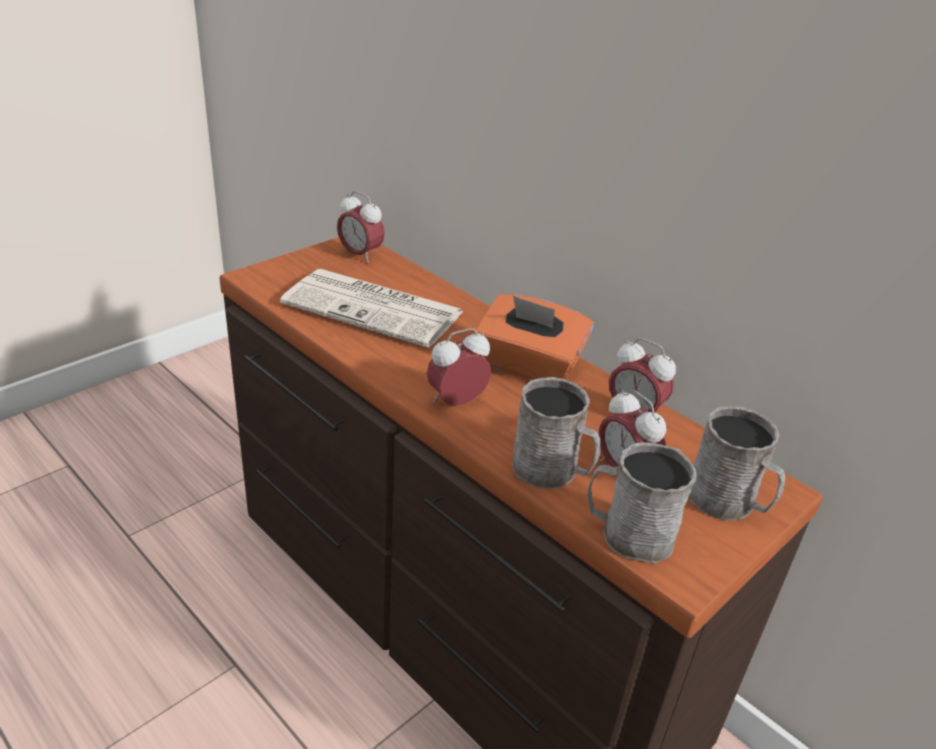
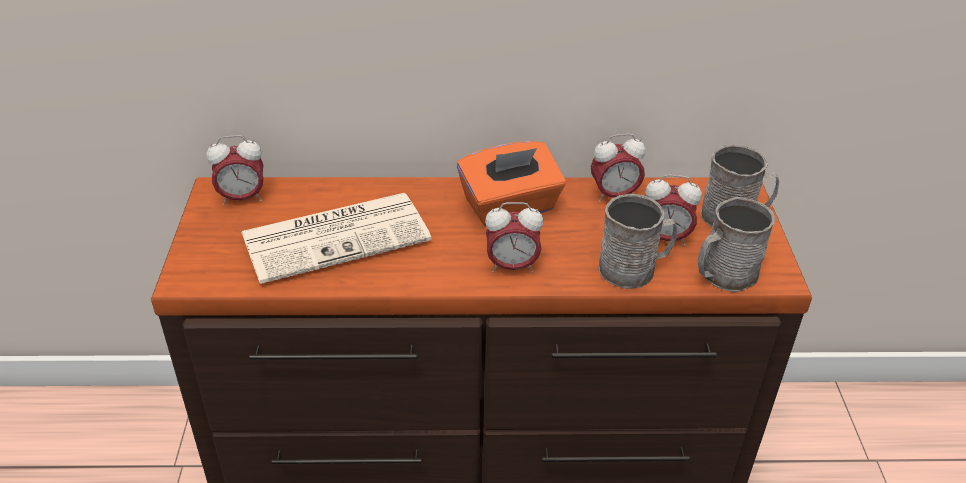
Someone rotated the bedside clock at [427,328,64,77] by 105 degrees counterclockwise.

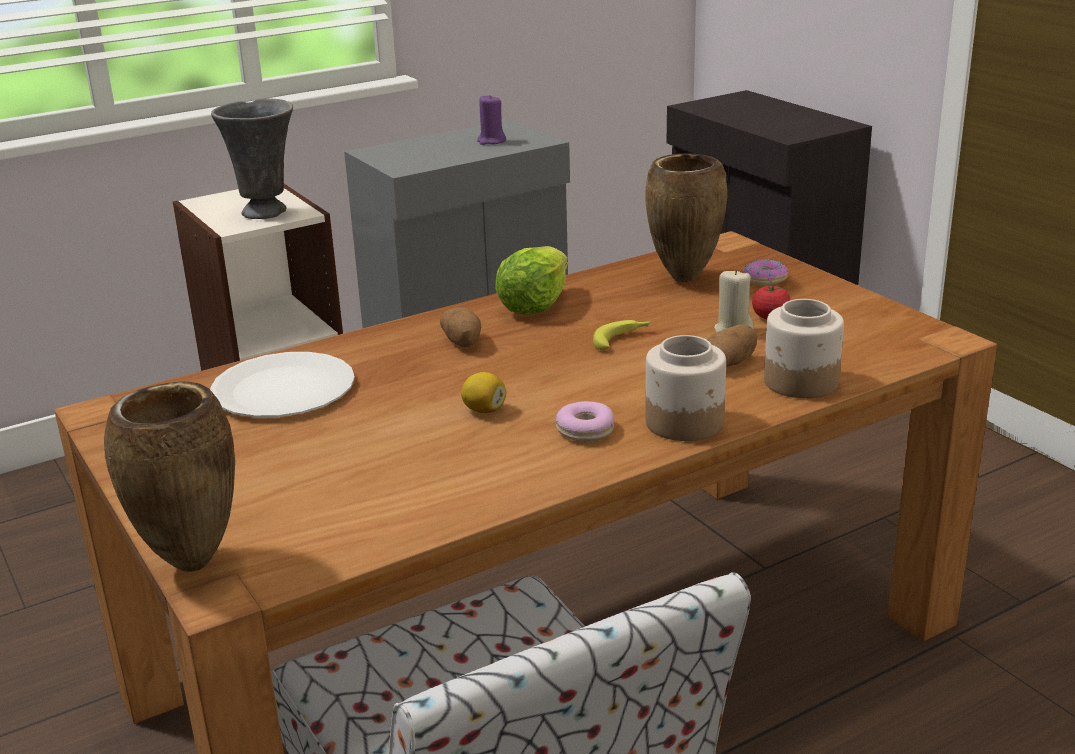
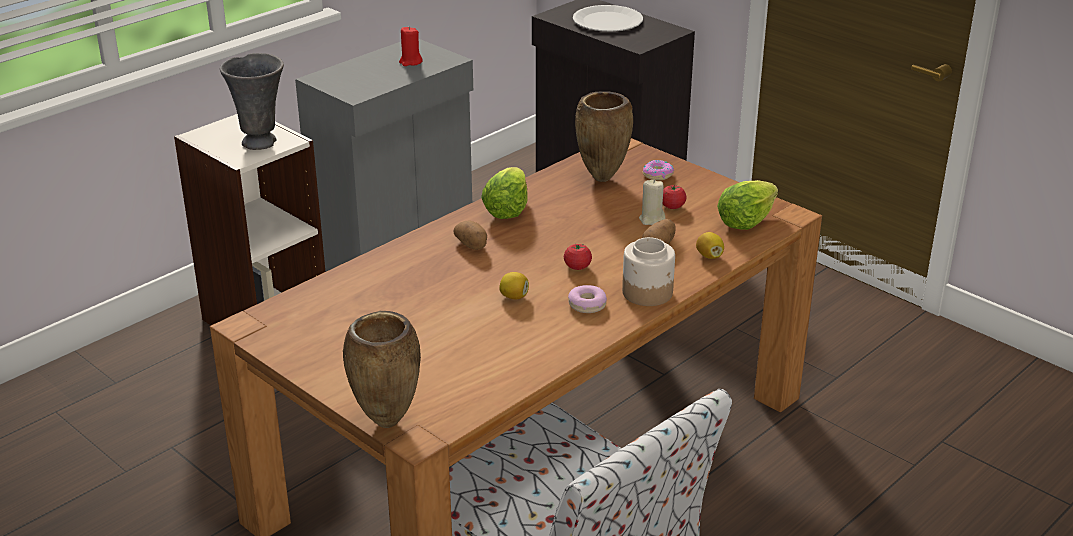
Someone repainted the purple wax light at [477,94,29,51], which became the red-coloured wax light at [399,27,24,39].
Someone swapped the jar at [764,299,80,99] for the citrus fruit at [696,232,28,27].
Someone took away the banana at [593,320,57,30].
Someone carried the whitish plate from [210,352,145,65] to [573,5,70,26].
Someone put down the lettuce head at [717,180,61,50].
Someone put down the tomato at [564,244,28,26].

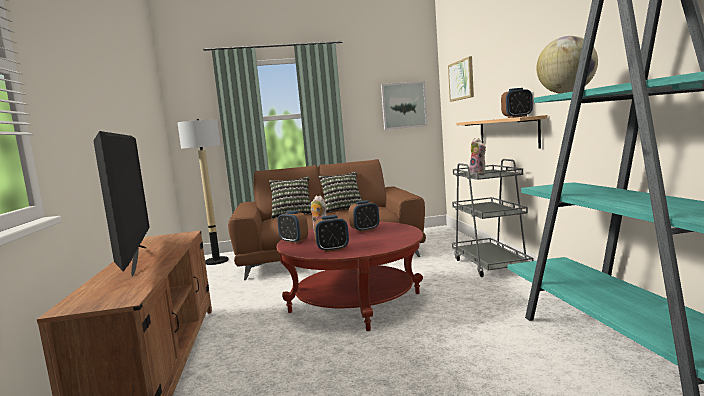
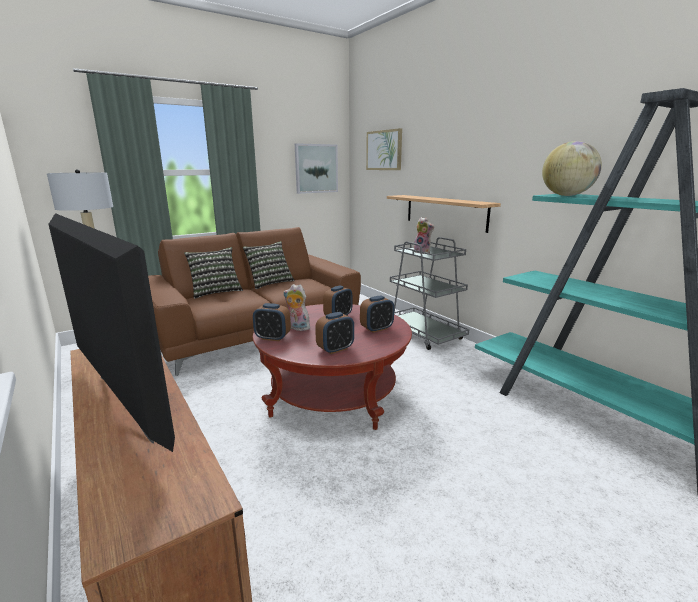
Someone carried the bedside clock from [501,88,32,30] to [360,295,34,38].

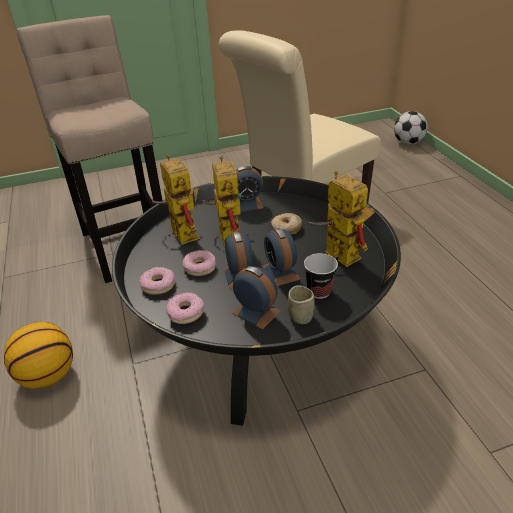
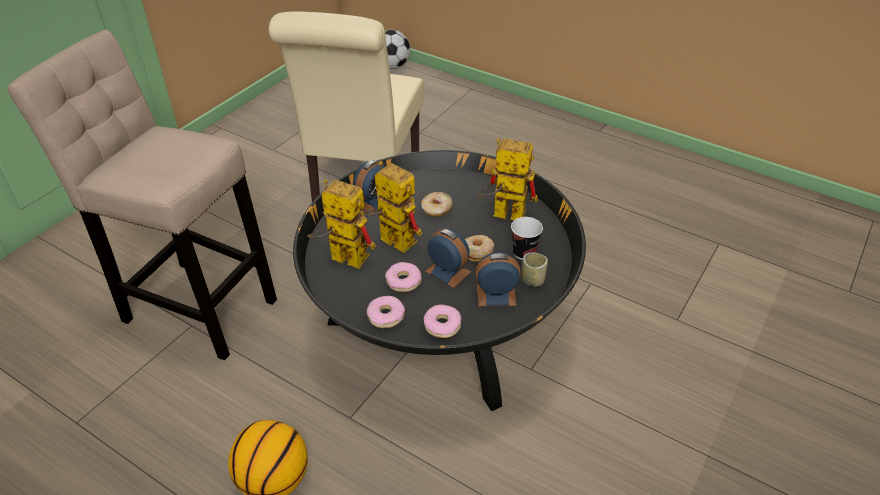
Someone swapped the bedside clock at [261,228,40,58] for the doughnut at [465,235,29,27].

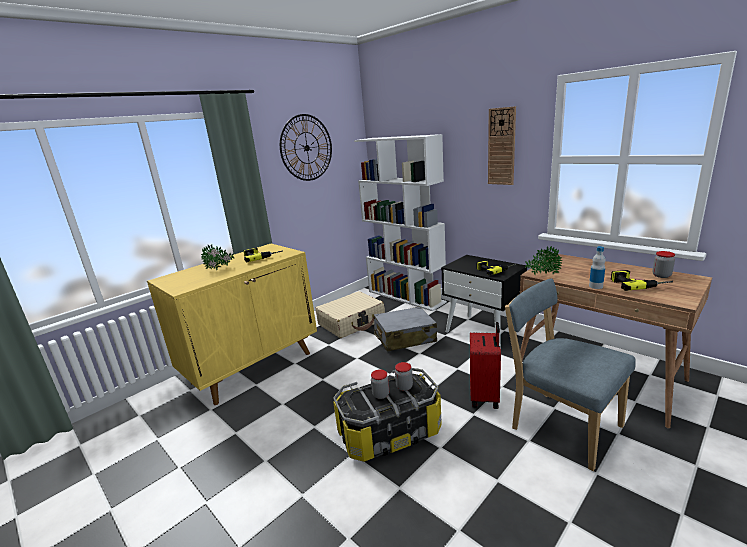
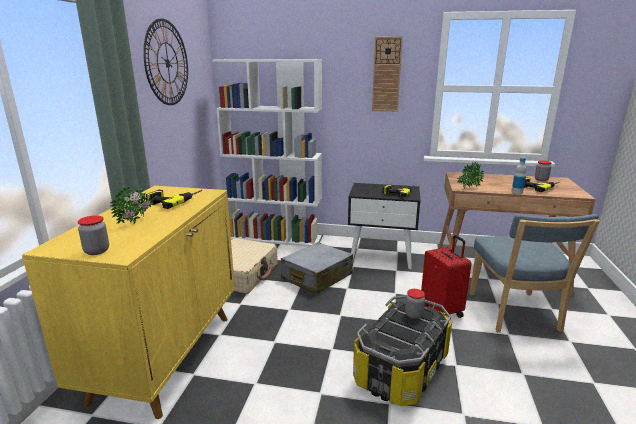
Someone rotated the bluish chair at [505,278,131,193] by 105 degrees counterclockwise.
Someone carried the jar from [371,370,18,29] to [78,215,31,40].

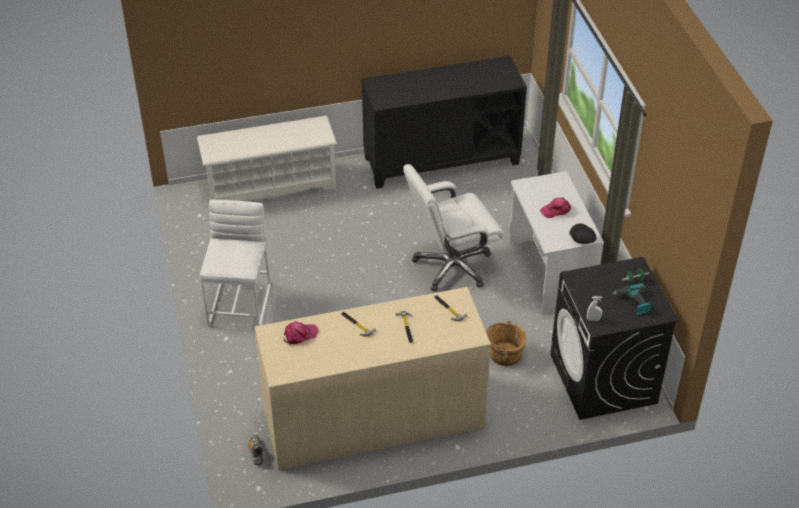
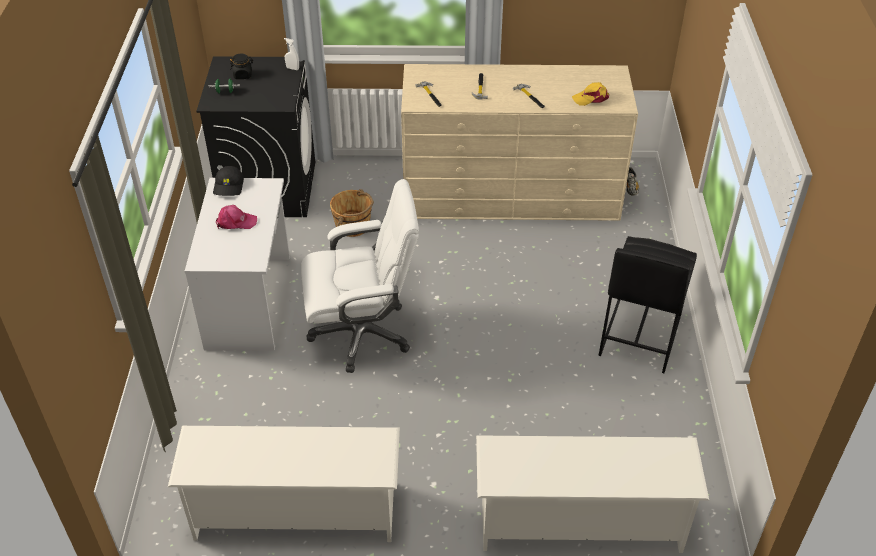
Someone swapped the blackish cupboard at [362,56,165,133] for the whitish shoe stand at [168,426,232,116].
Someone repainted the whitish stool at [200,200,71,127], which became the blackish stool at [598,236,99,137].
Someone swapped the drill at [612,283,40,32] for the blackish jar at [230,54,23,25].
Someone repainted the pink peaked cap at [284,321,34,25], which became the yellow peaked cap at [572,82,37,24].

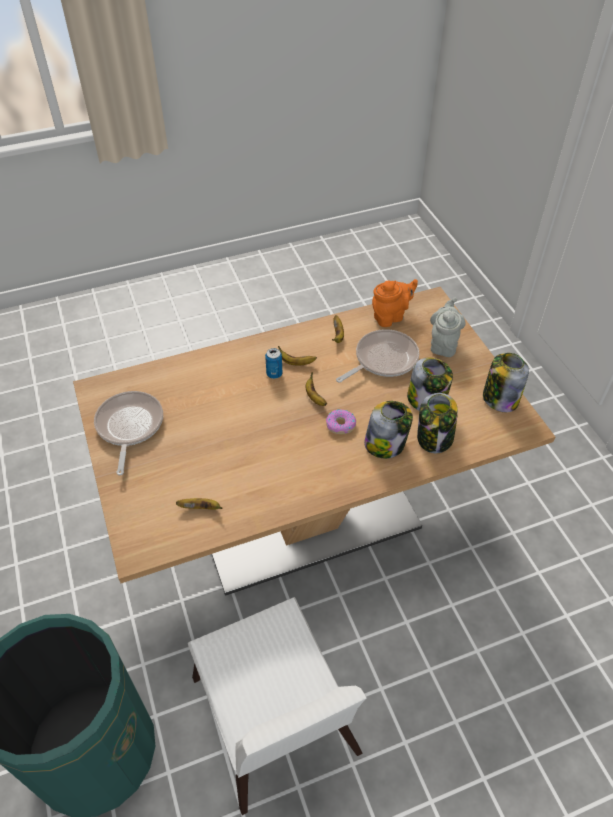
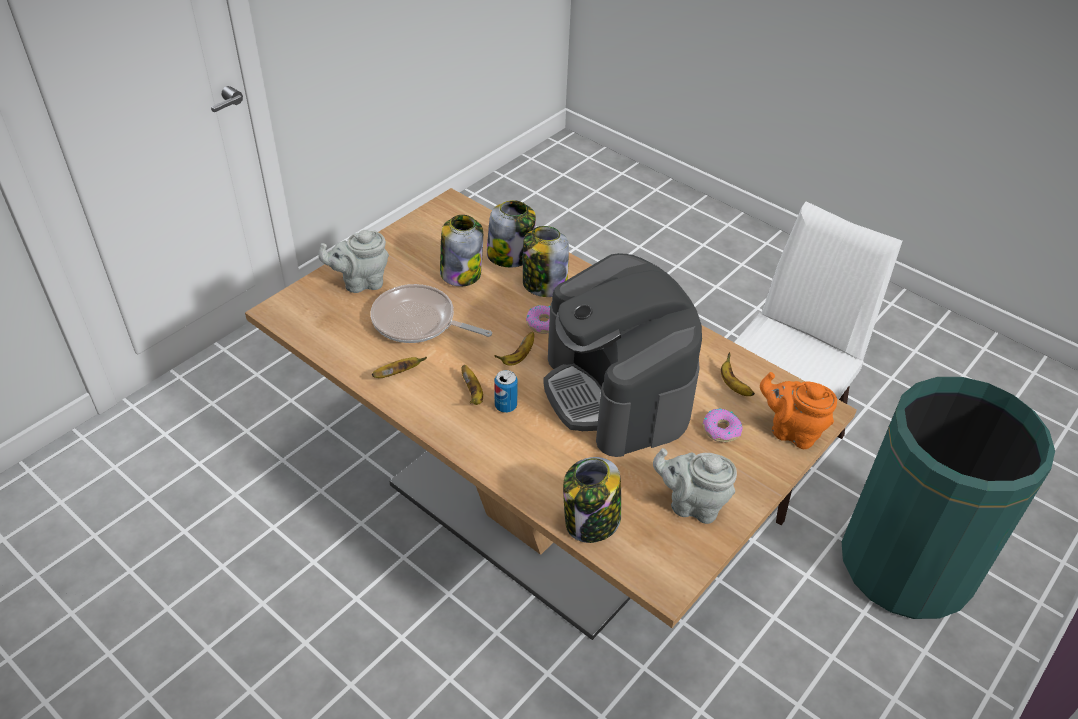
Someone carried the orangey pot for tea from [372,279,46,48] to [760,372,77,77].
Someone carried the jar from [483,353,46,59] to [563,457,58,86].
Someone swapped the skillet at [94,391,69,84] for the grey pot for tea at [653,448,84,76].
Someone put down the coffee brewer at [543,253,159,204].
Someone put down the doughnut at [703,408,40,34].

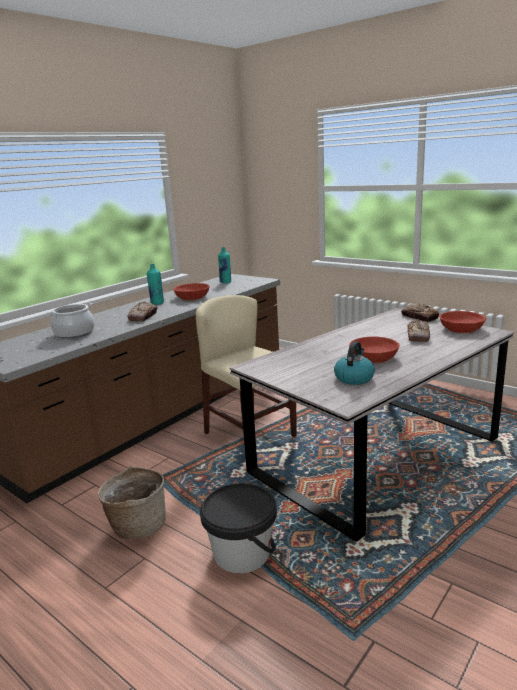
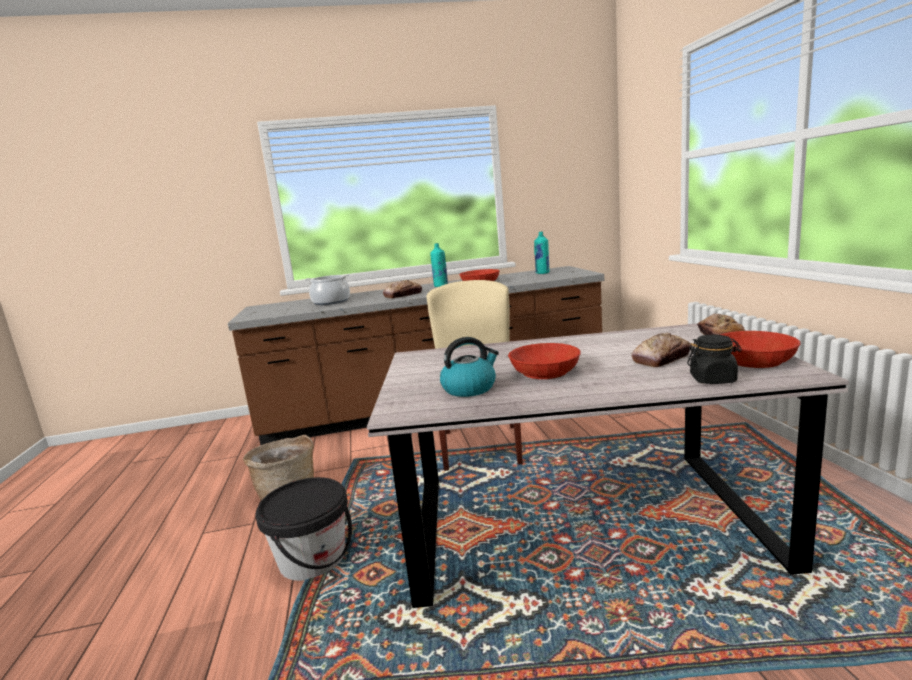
Someone put down the blackish jar at [687,335,55,49].

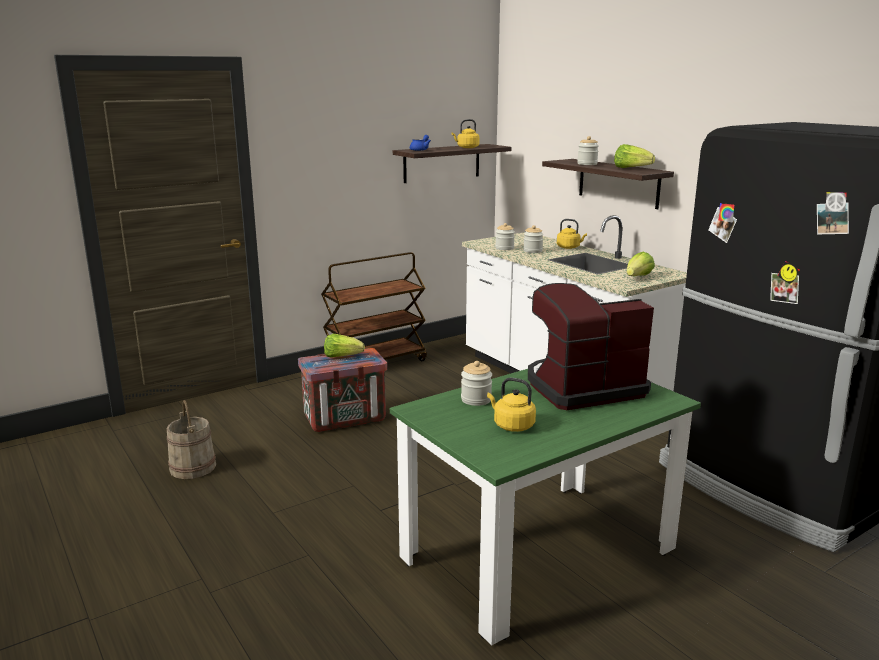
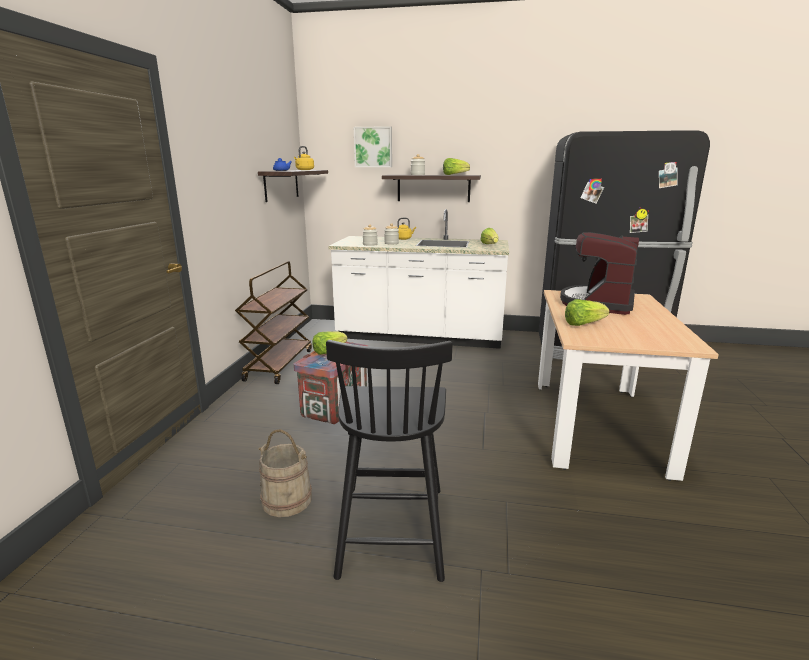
Someone swapped the jar at [461,361,31,45] for the lettuce head at [565,299,45,27].
Someone repainted the greenish kitchen table at [390,369,311,276], which became the beige kitchen table at [538,290,181,191].
Someone took away the yellow water kettle at [487,377,49,55].
Someone put up the picture at [354,126,38,41].
Someone put down the blackish chair at [326,340,127,242].

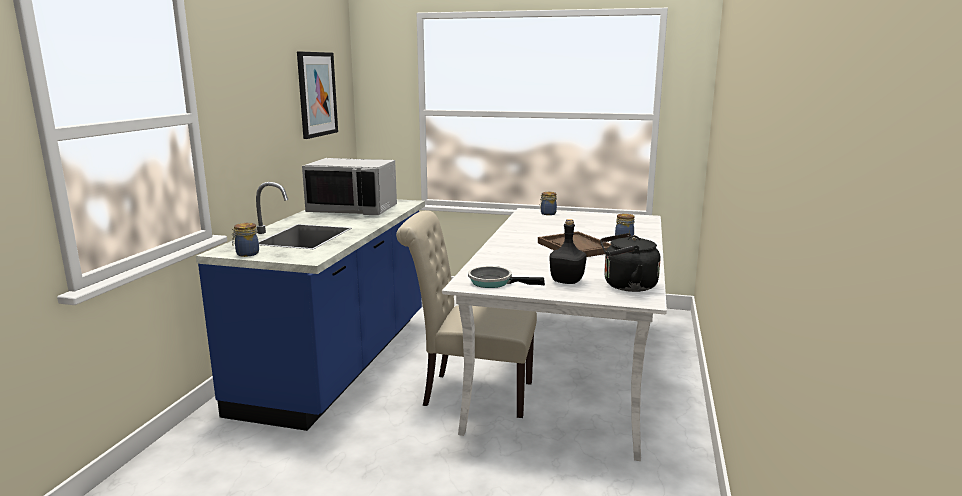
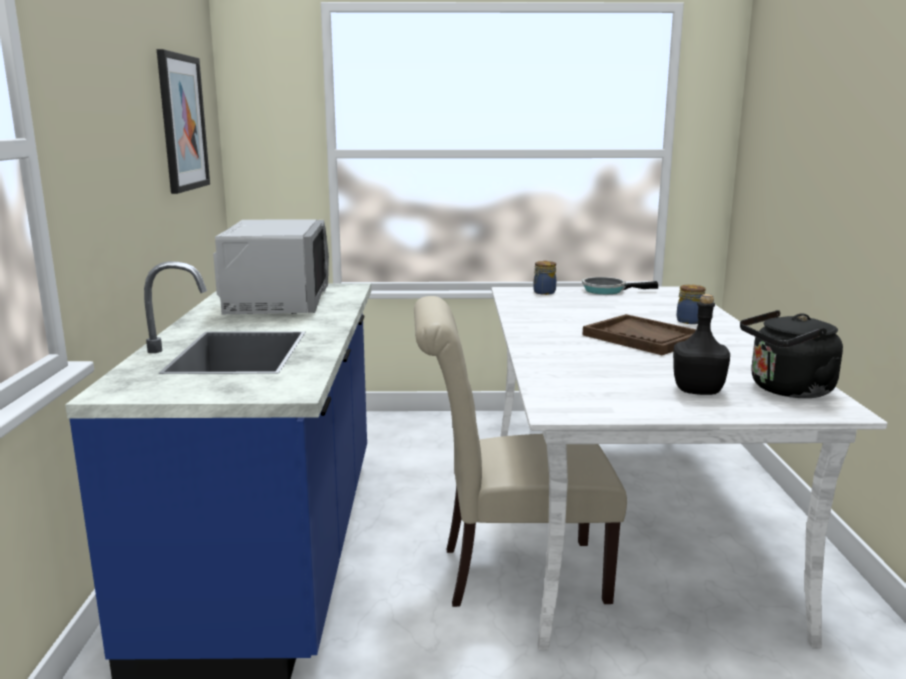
Someone rotated the grey microwave at [302,158,95,57] by 90 degrees counterclockwise.
Someone took away the jar at [231,223,28,34].
Someone carried the skillet from [468,266,77,22] to [582,277,76,17].

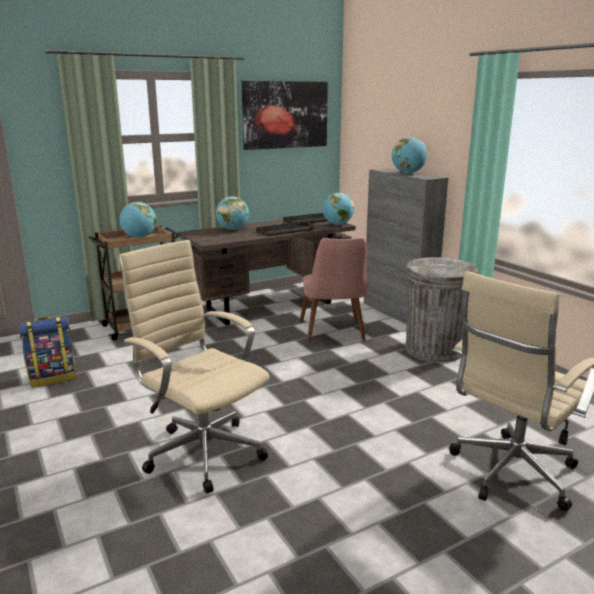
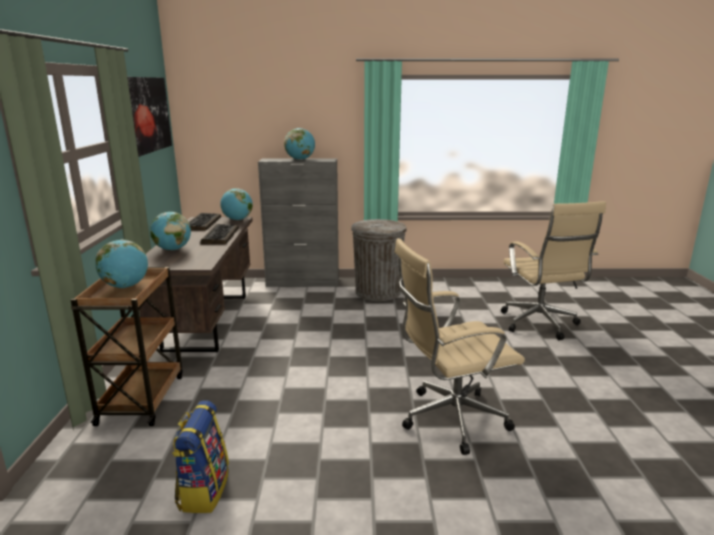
Someone took away the pink chair at [300,237,68,106].

